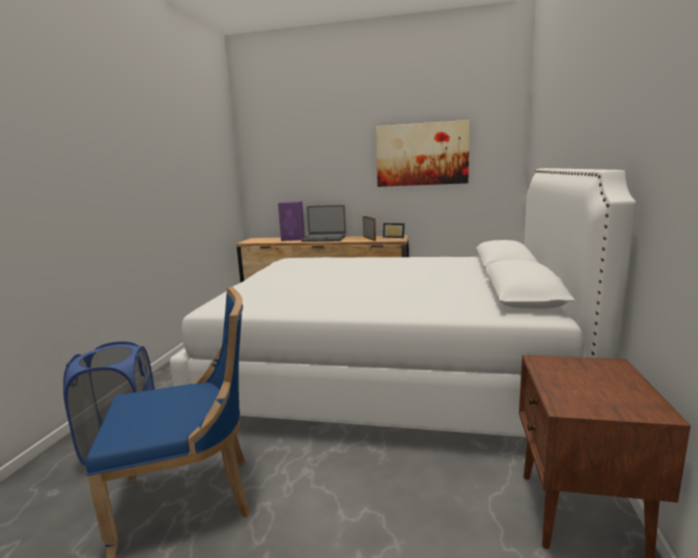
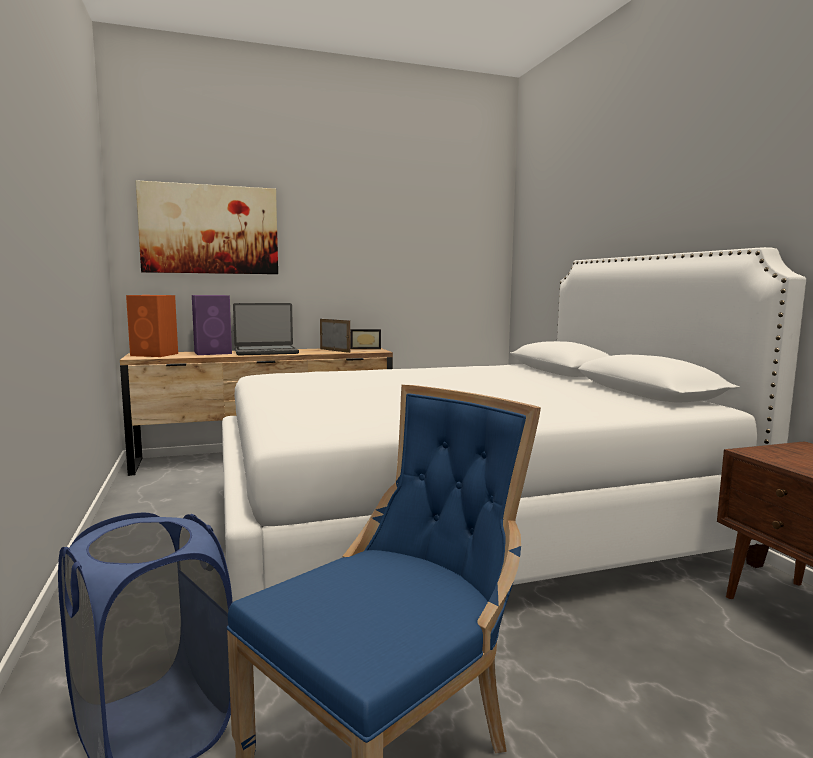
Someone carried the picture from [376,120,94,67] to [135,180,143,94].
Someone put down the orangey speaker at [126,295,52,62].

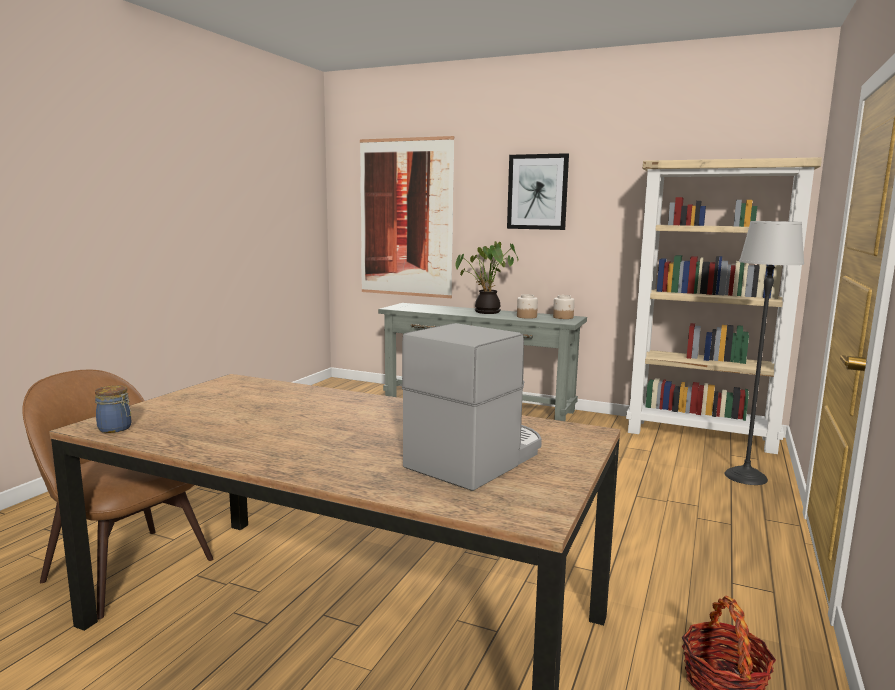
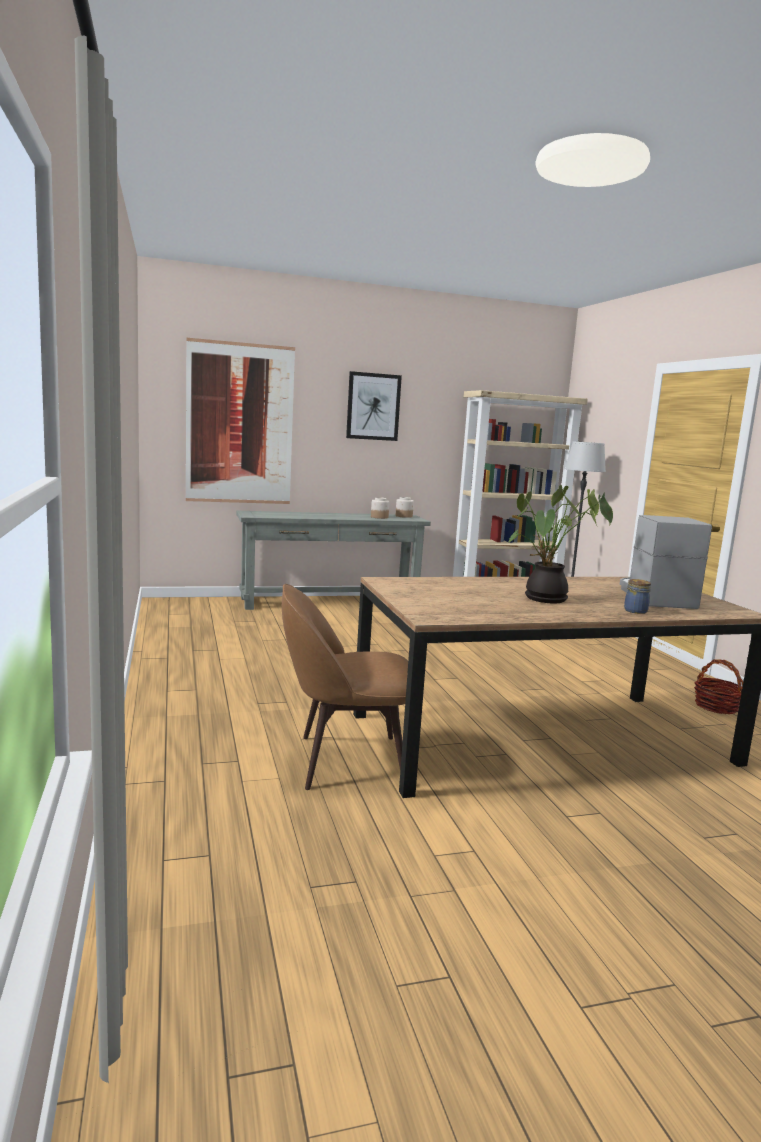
Someone carried the potted plant from [456,241,62,73] to [508,485,105,118].
Someone carried the jar from [95,385,36,48] to [624,579,27,35].

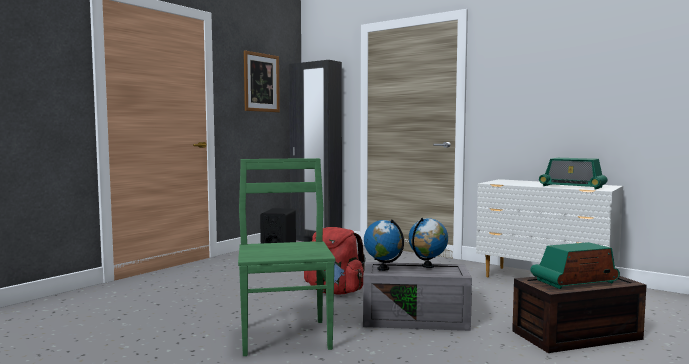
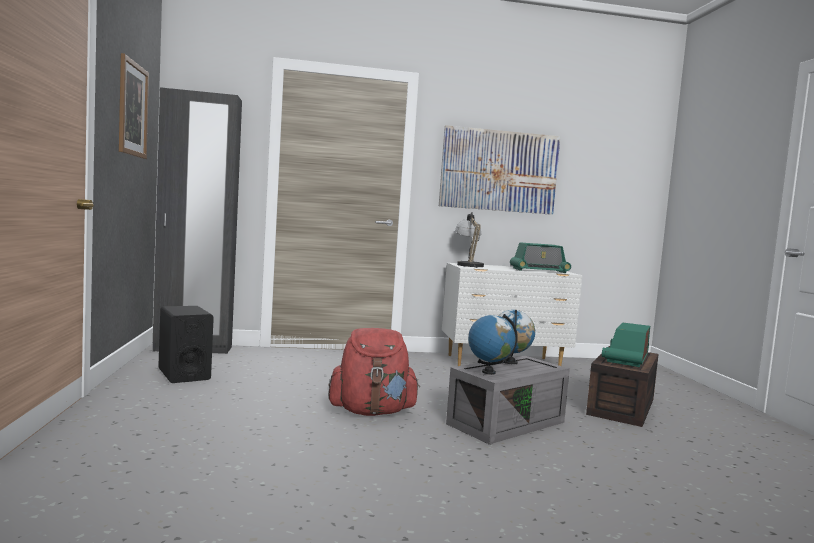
Someone took away the greenish chair at [238,158,98,198].
Someone put up the picture at [439,125,122,90].
Someone put down the lamp for a table at [455,212,29,56].

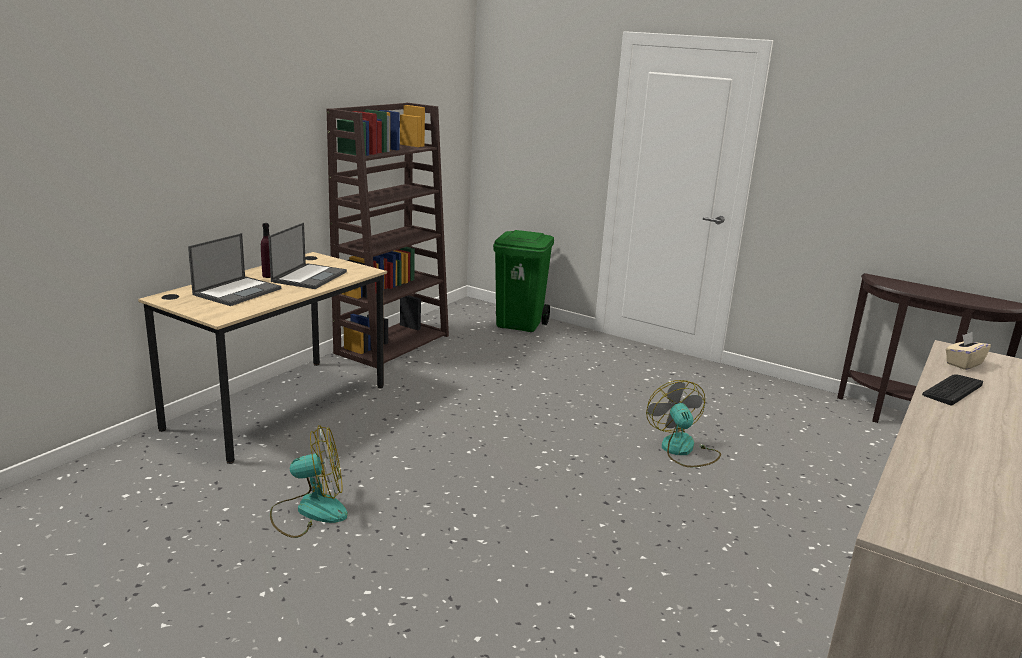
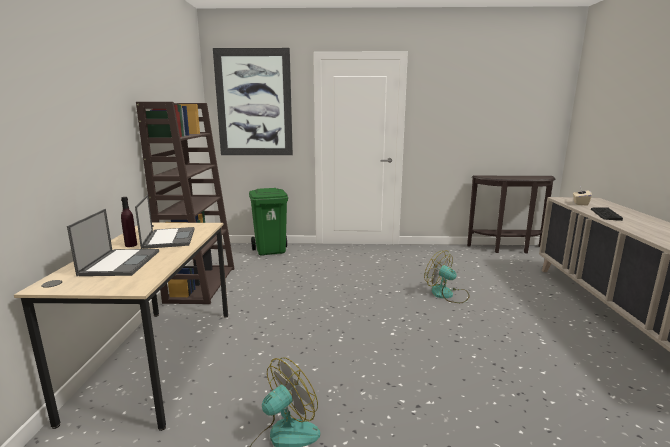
Someone put up the picture at [213,48,80,107].

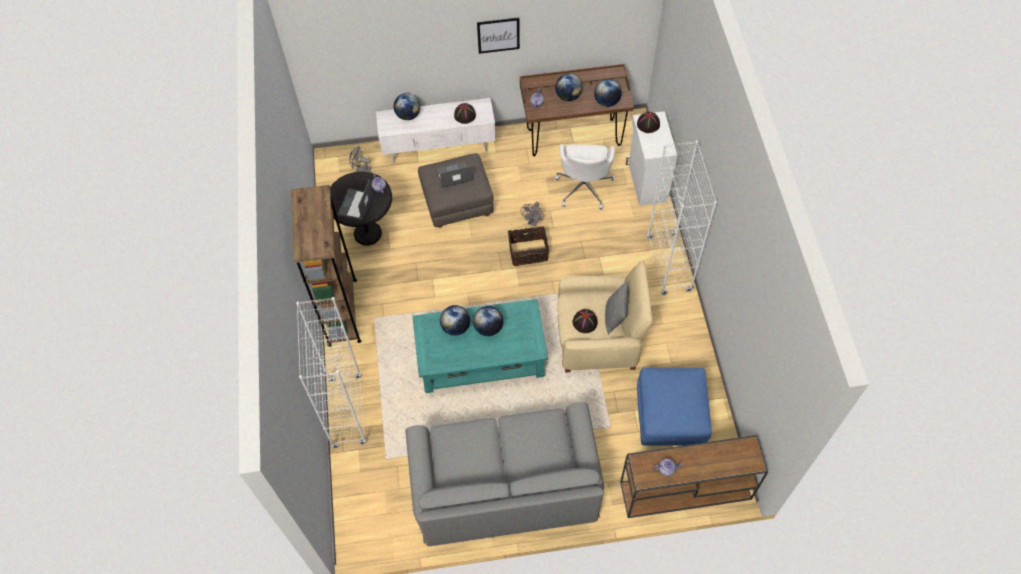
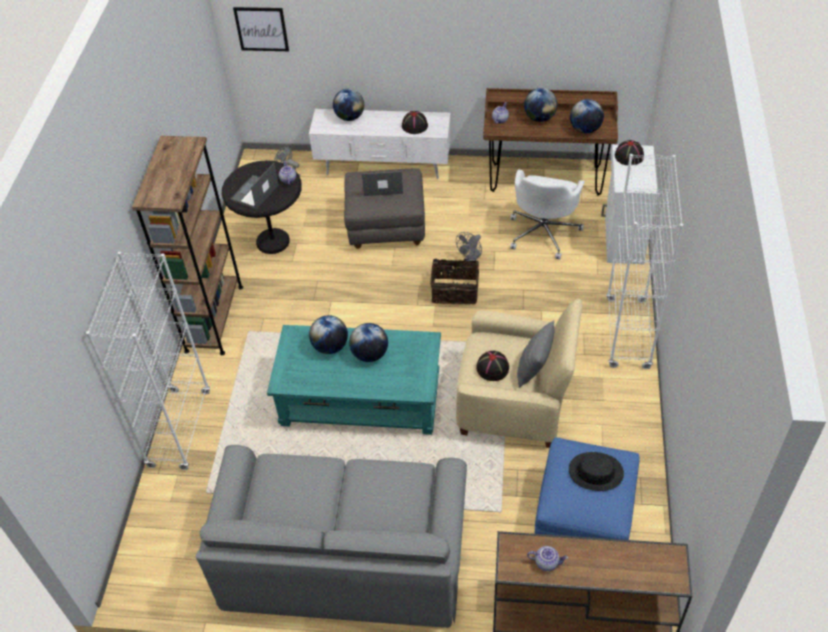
Someone carried the picture from [477,17,43,37] to [233,7,56,44].
Someone put down the blackish hat at [569,452,55,39].

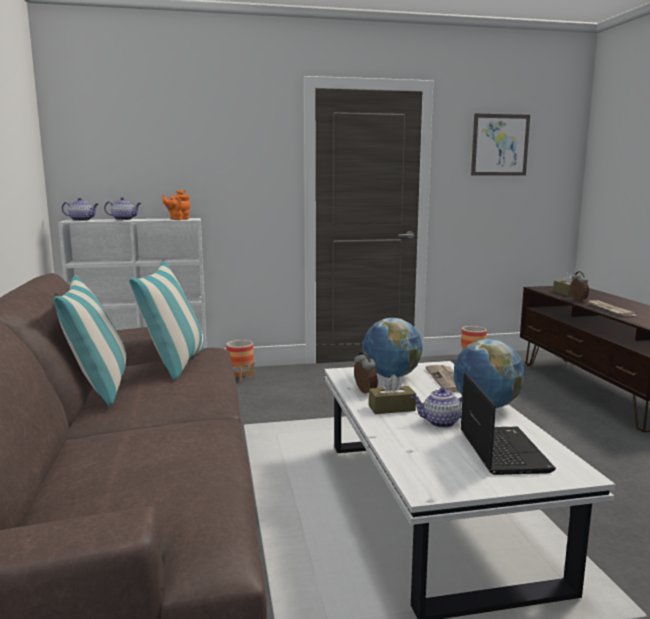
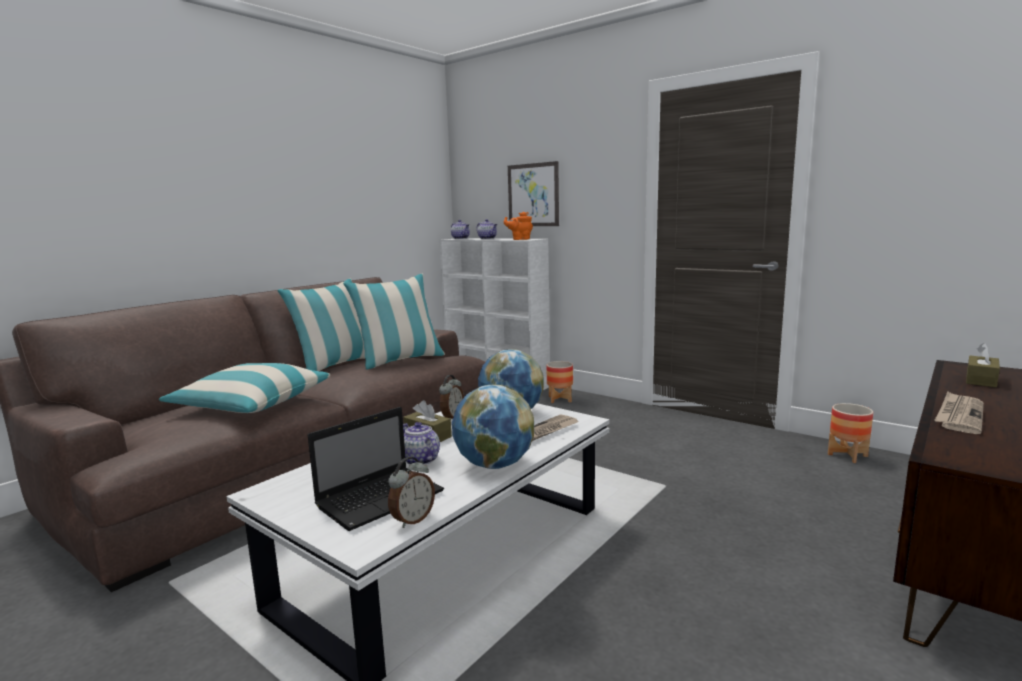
Someone carried the picture from [471,114,59,62] to [508,161,51,65].
Someone carried the bedside clock from [570,271,19,31] to [388,457,47,71].
Someone put down the cushion at [159,363,171,50].

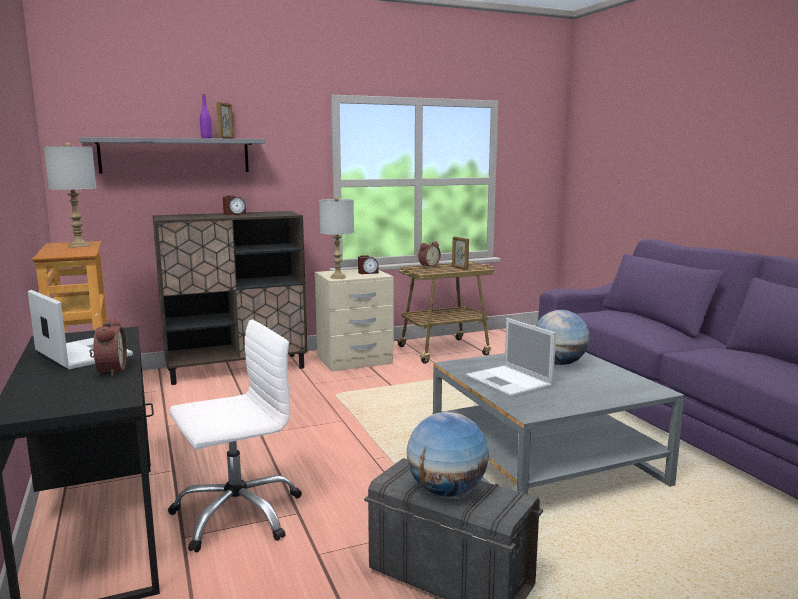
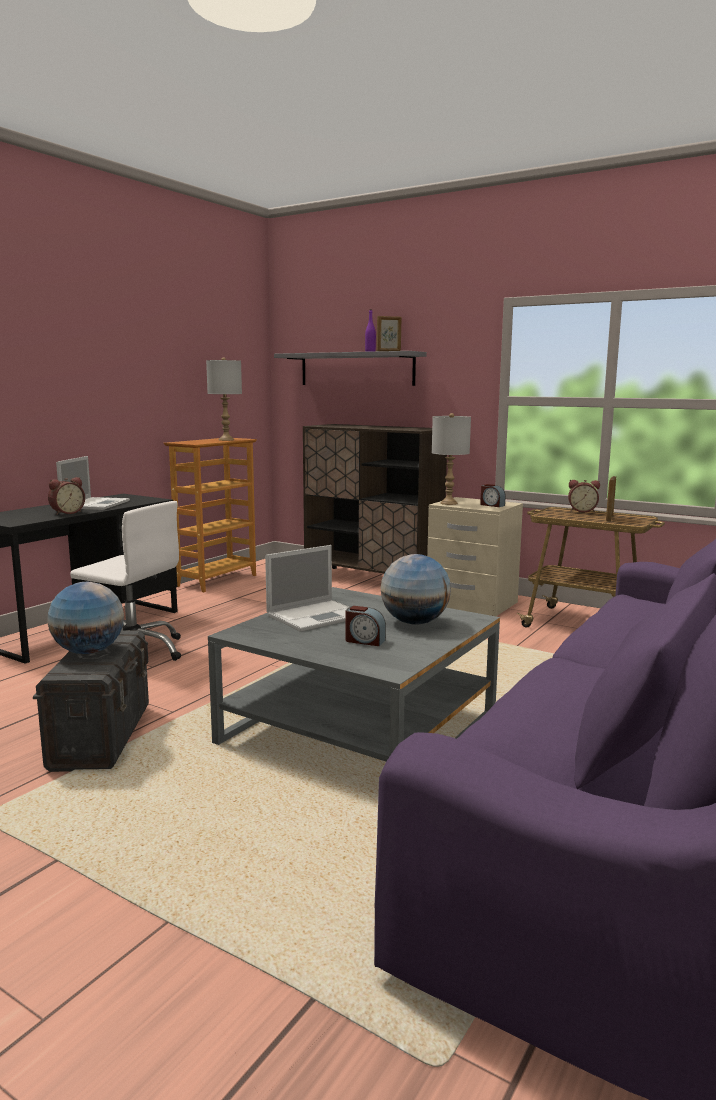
Someone carried the bedside clock from [223,195,23,20] to [345,606,41,40].
Someone rotated the portable computer at [466,318,90,80] by 150 degrees counterclockwise.

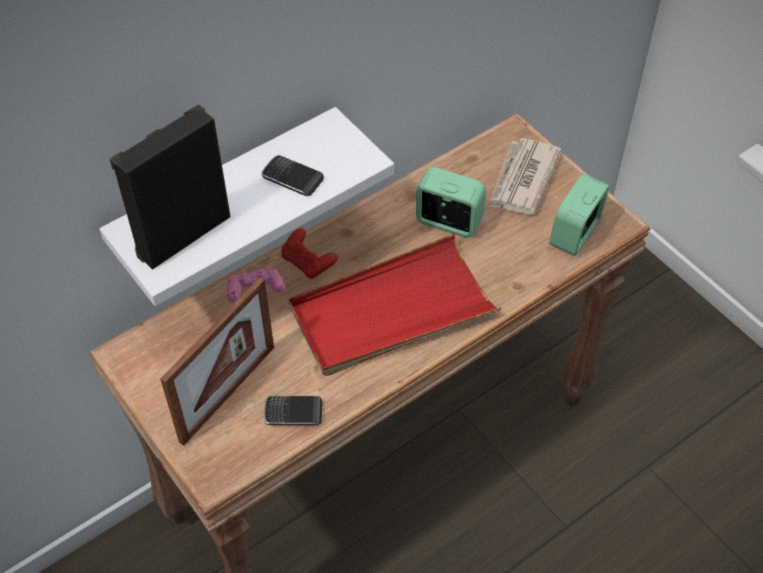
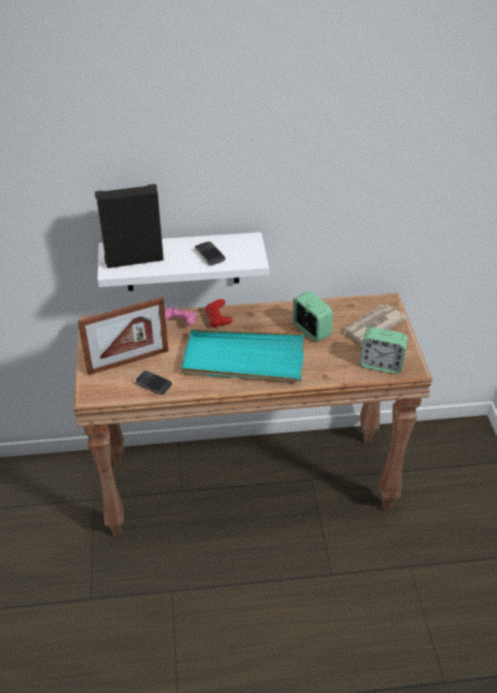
Someone rotated the bedside clock at [549,174,60,82] by 135 degrees counterclockwise.
Someone repainted the red-coloured carrying tray at [288,233,213,143], which became the turquoise carrying tray at [181,330,124,51].

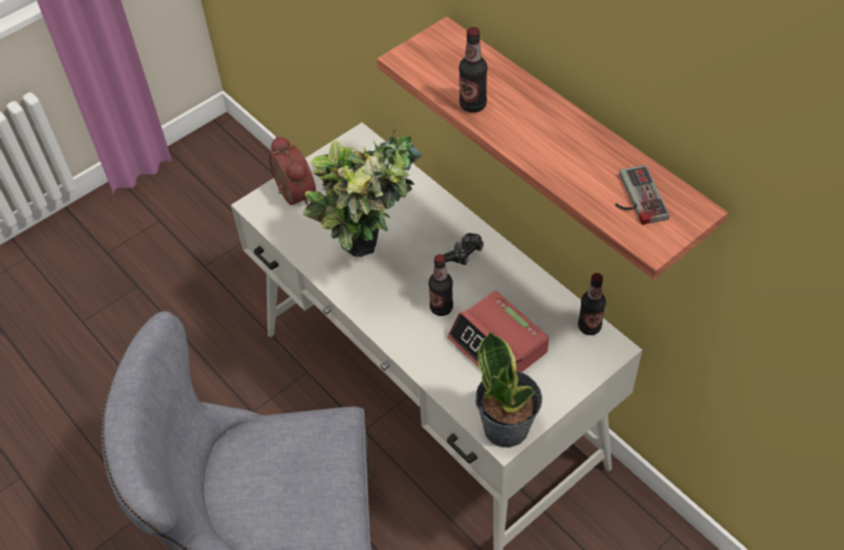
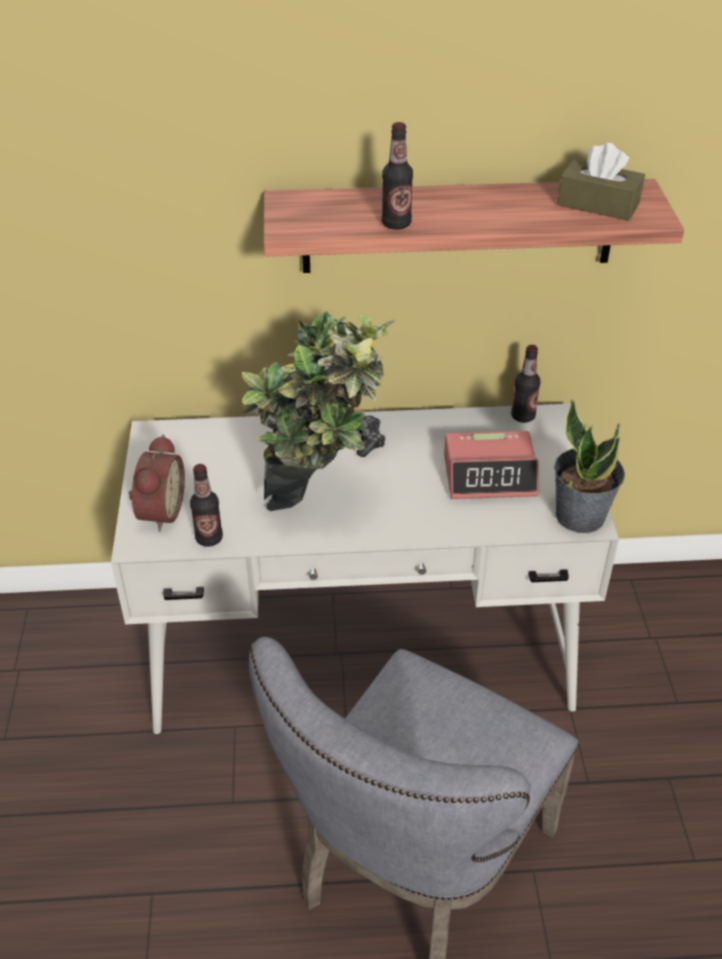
Someone rotated the bedside clock at [269,136,47,70] by 90 degrees clockwise.
Someone swapped the joypad at [615,165,55,60] for the brown box of tissues at [557,143,88,78].
Someone carried the beverage bottle from [429,254,24,62] to [190,464,33,83].

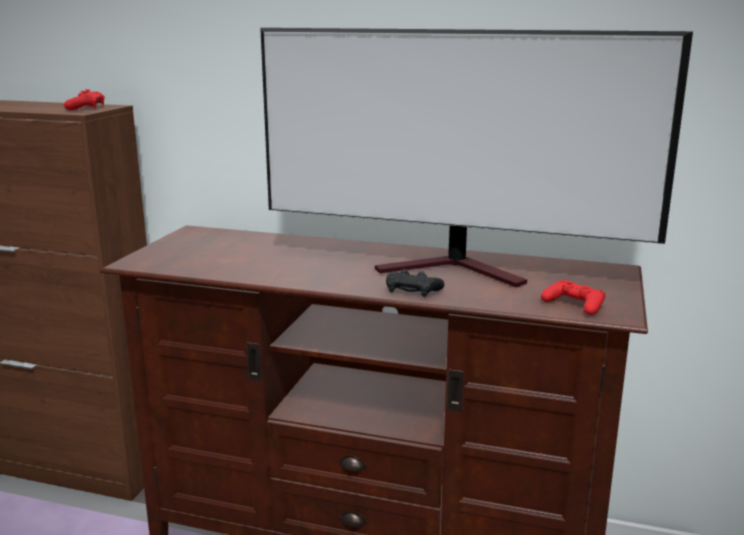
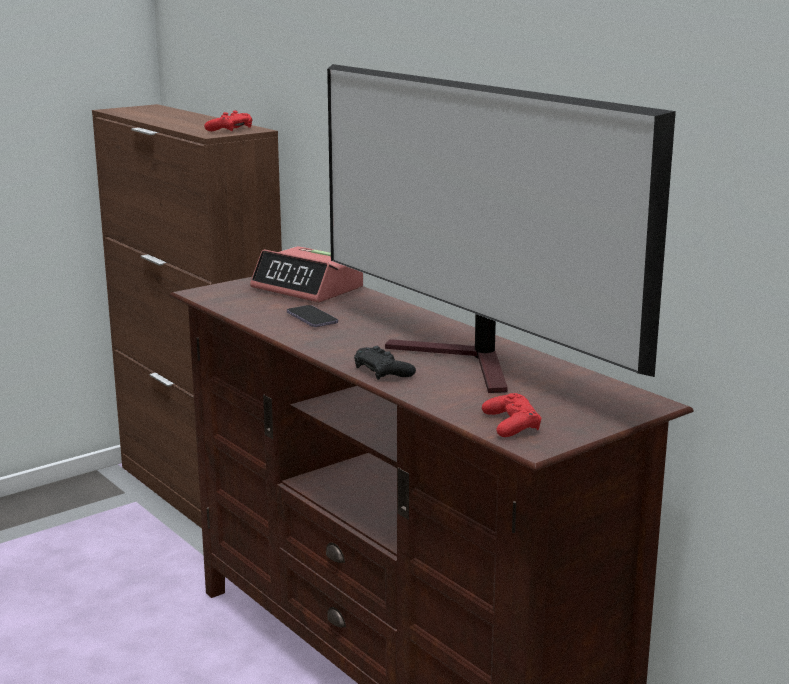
Someone put down the bedside clock at [250,246,113,56].
Someone put down the telephone at [287,305,51,22].

